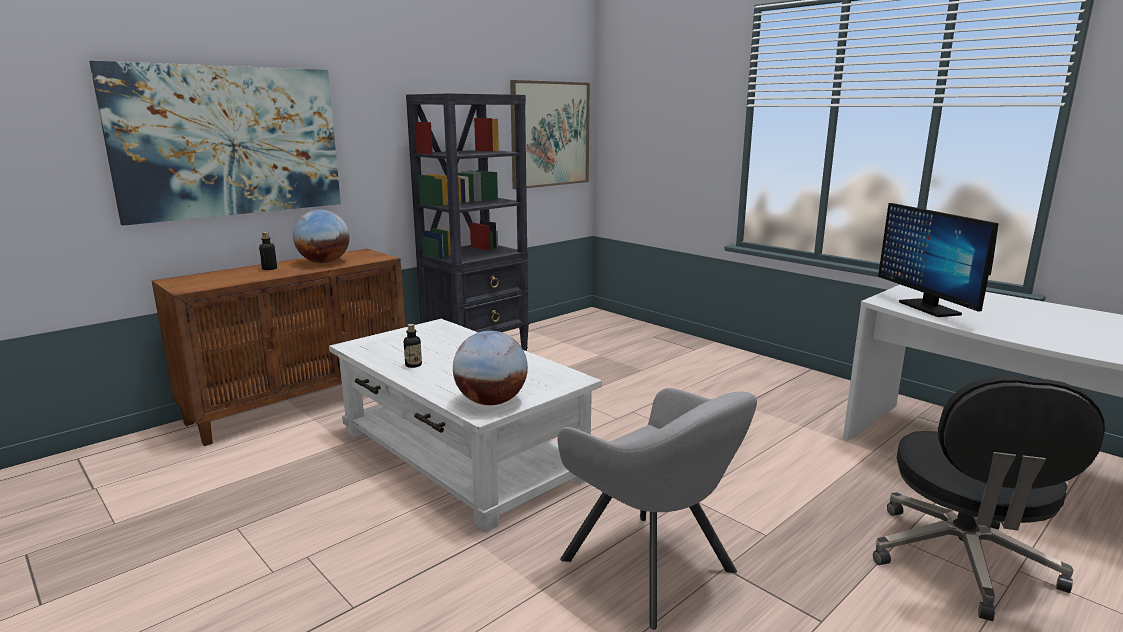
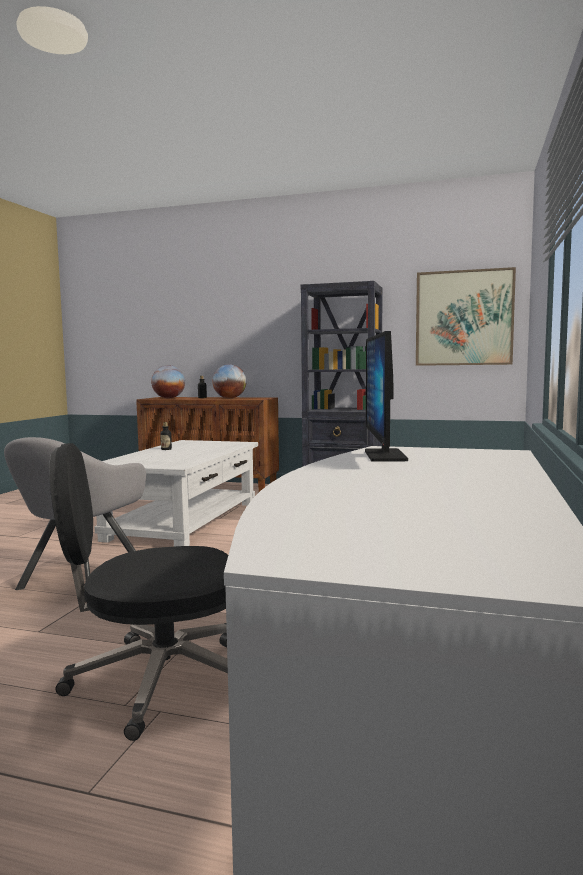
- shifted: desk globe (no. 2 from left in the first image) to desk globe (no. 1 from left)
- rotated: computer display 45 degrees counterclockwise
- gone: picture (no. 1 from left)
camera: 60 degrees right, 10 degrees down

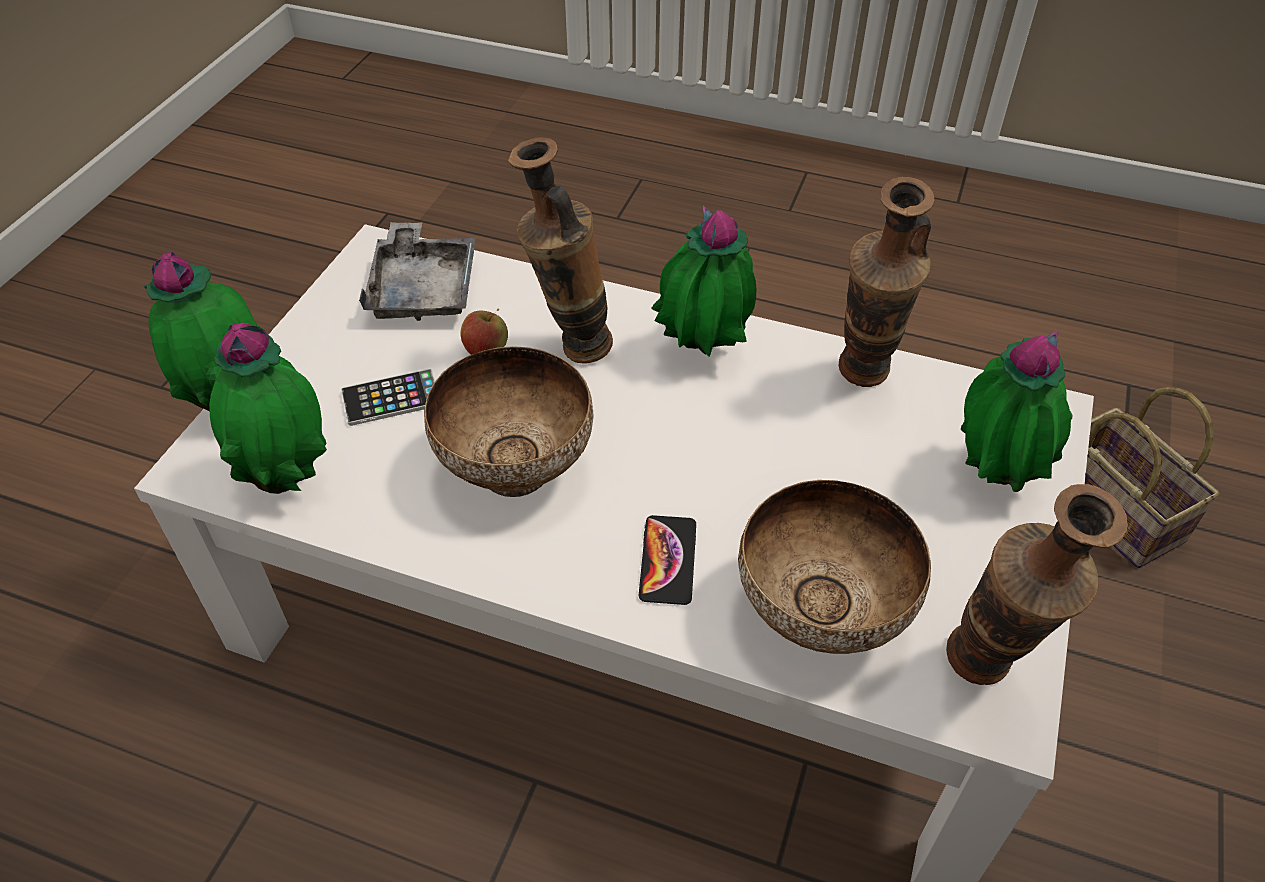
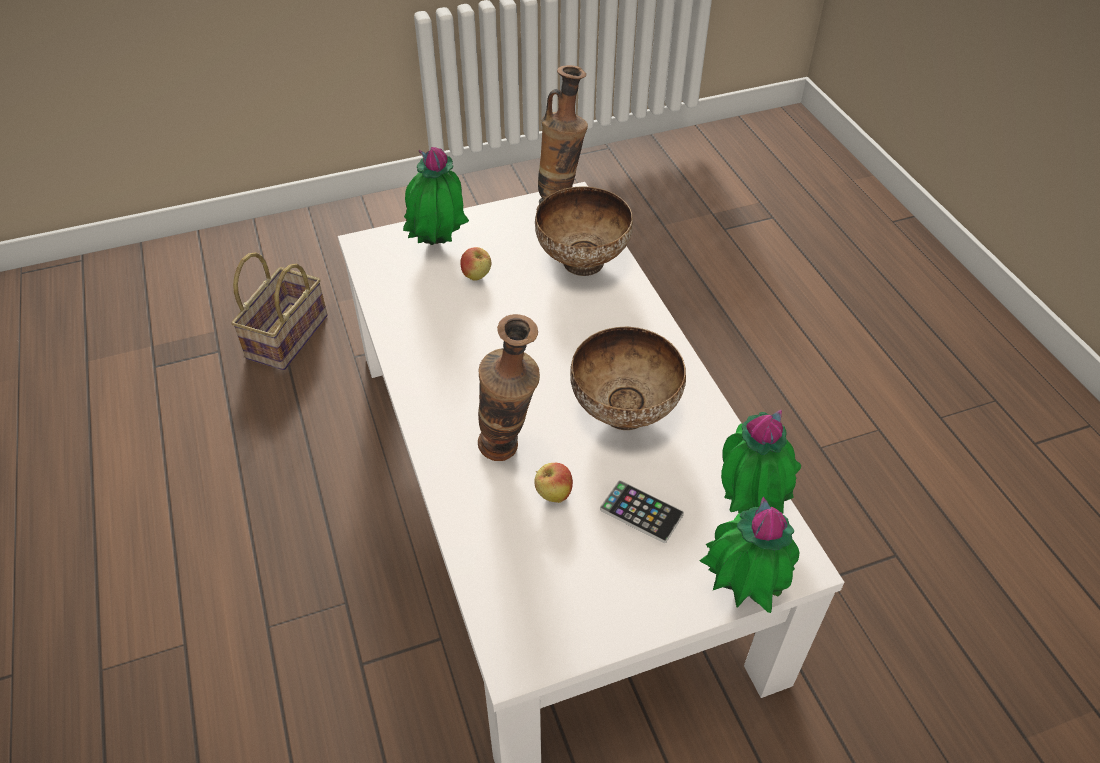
- new: whole apple (no. 1 from left)
- gone: tray (grey)
- gone: handset (no. 2 from left)
- gone: houseplant (no. 3 from left)
- gone: flower vase (no. 2 from left)
camera: 130 degrees left, 0 degrees up

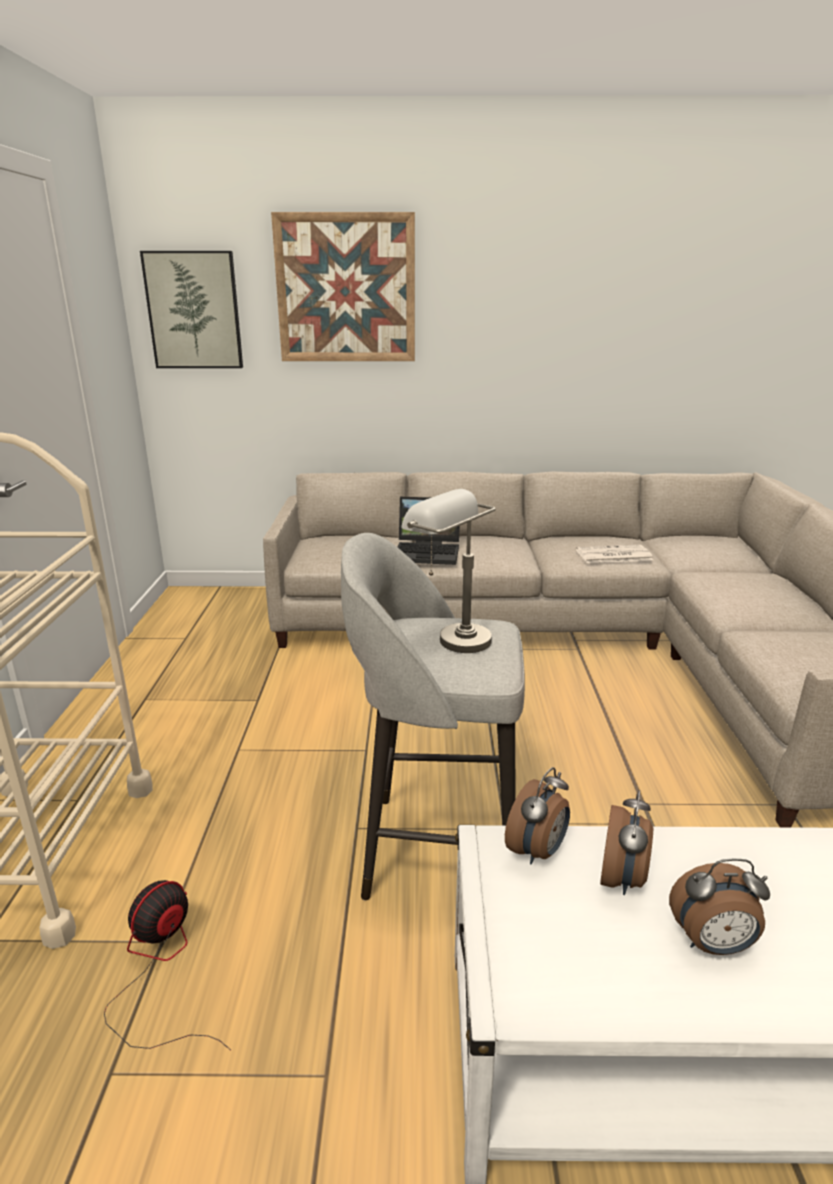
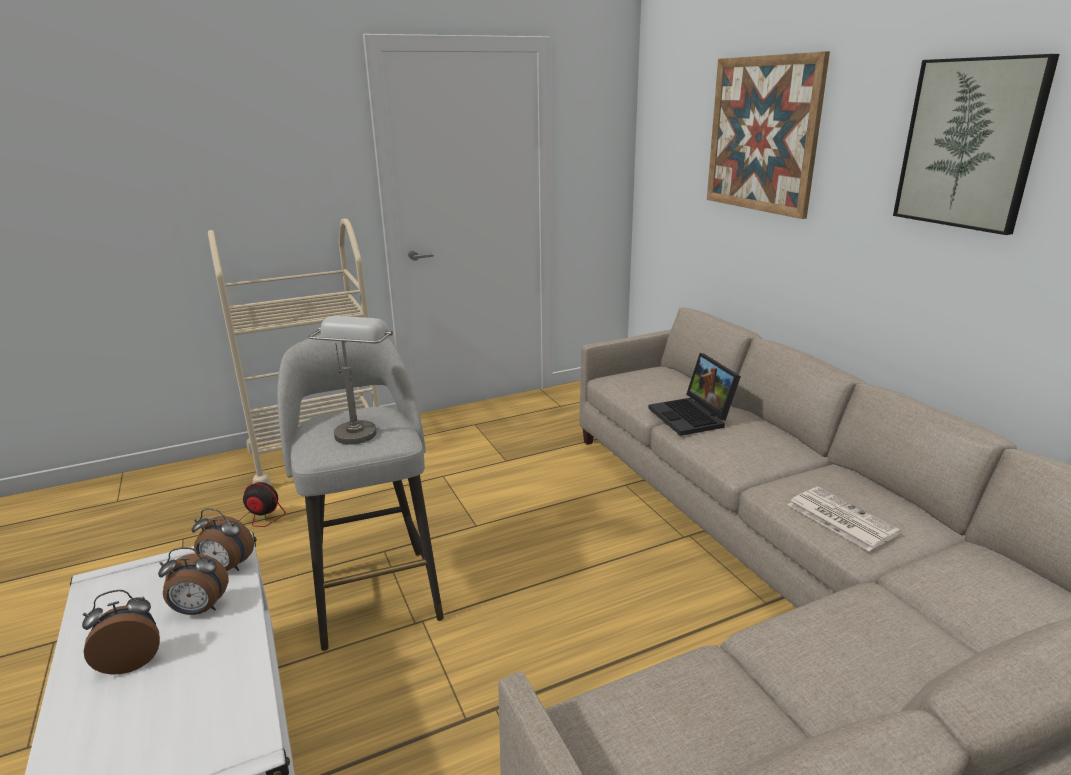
- rotated: bedside clock (no. 3 from left in the first image) 90 degrees clockwise
- shifted: picture (no. 1 from left in the first image) to picture (no. 2 from left)
camera: 65 degrees right, 0 degrees up

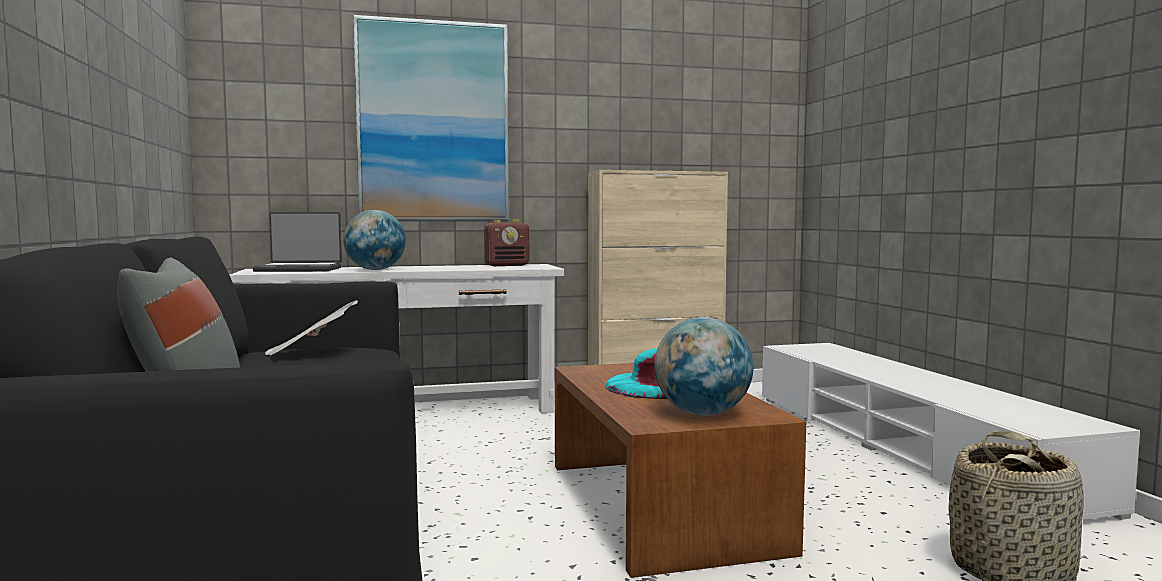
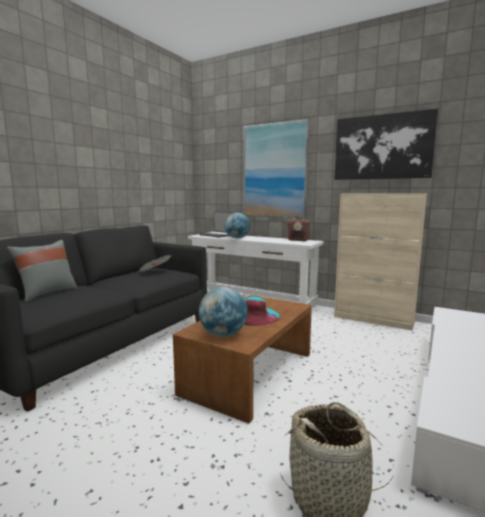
- new: picture (no. 2 from left)
camera: 45 degrees right, 5 degrees up

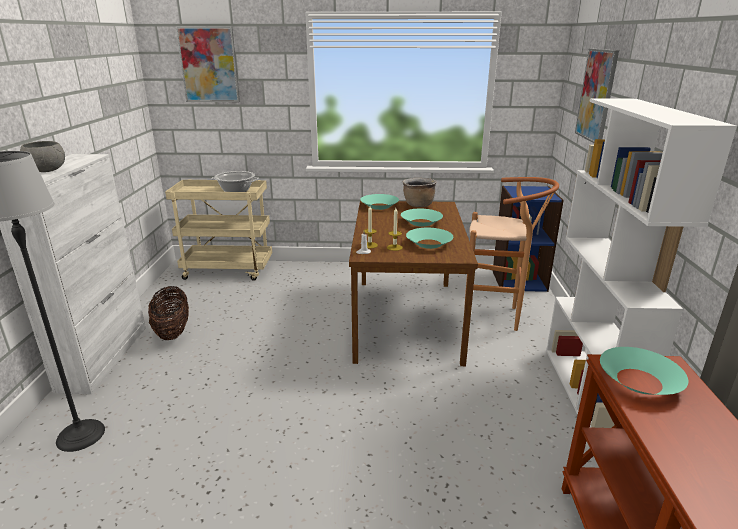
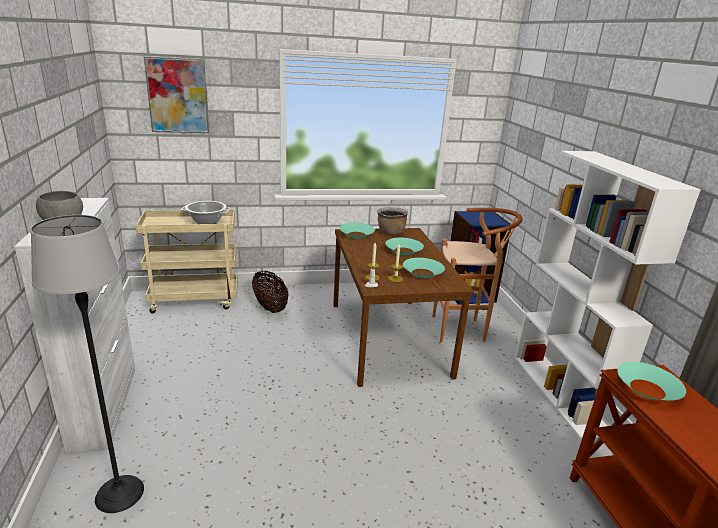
- shifted: basket
- gone: picture (no. 2 from left)
camera: 15 degrees left, 0 degrees up

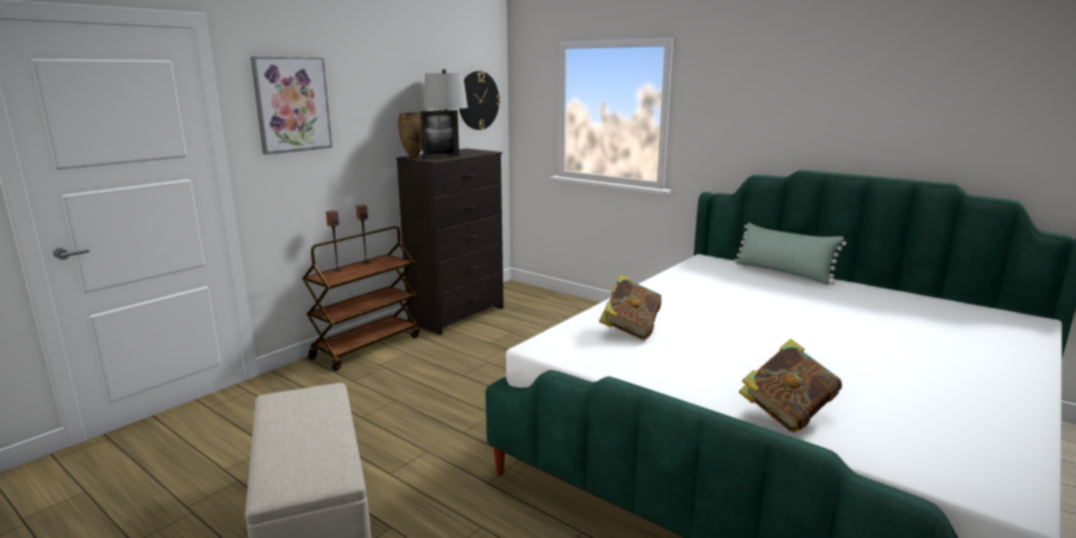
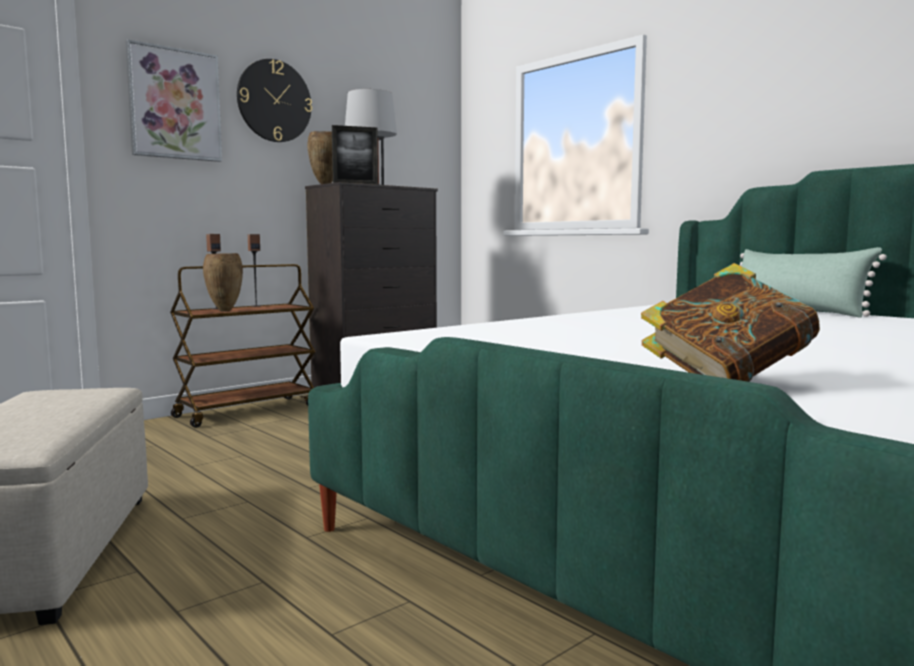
- new: flower vase (brownish) (no. 1 from left)
- shifted: clock on the wall
- gone: book (no. 1 from left)
camera: 10 degrees right, 10 degrees down

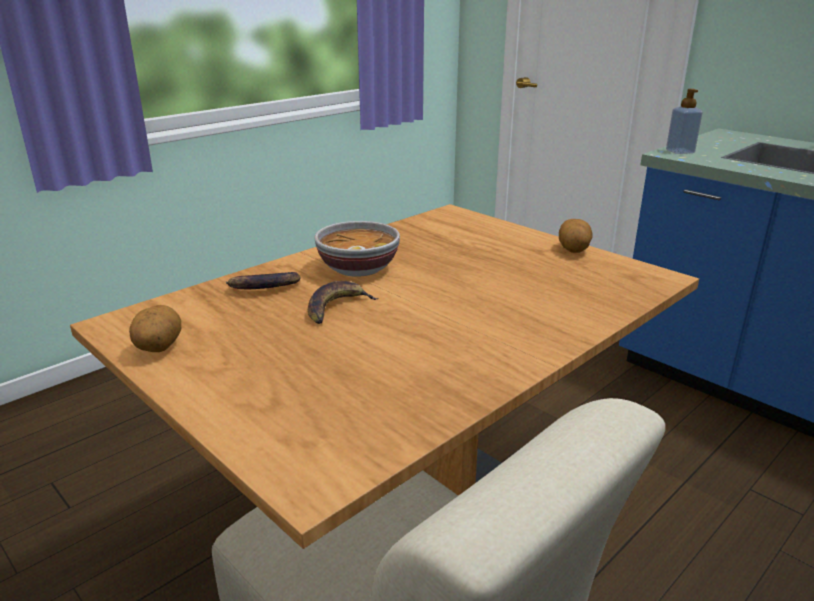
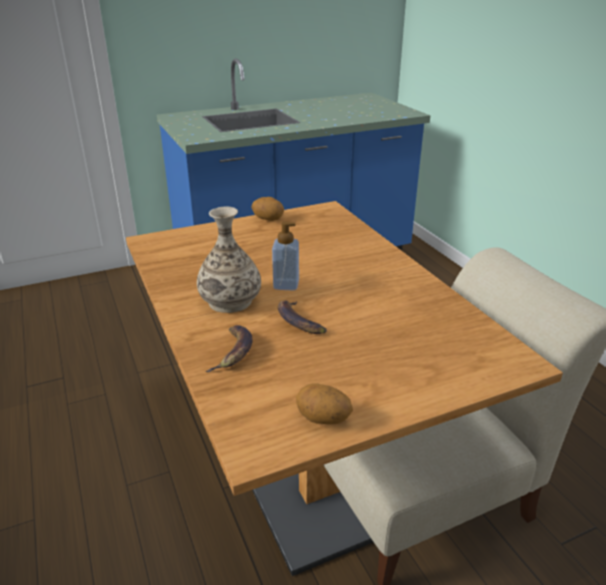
- swapped: bowl to flower vase
- shifted: soap bottle
camera: 70 degrees left, 5 degrees up

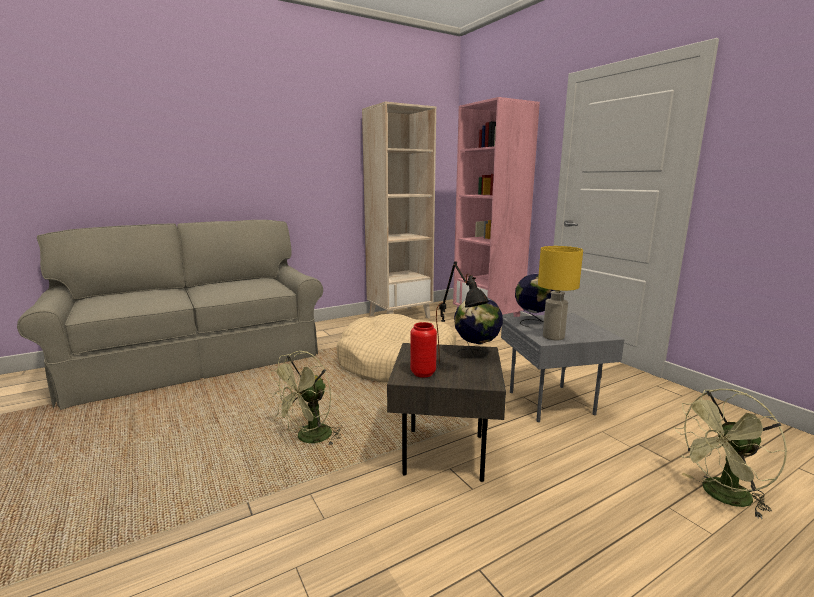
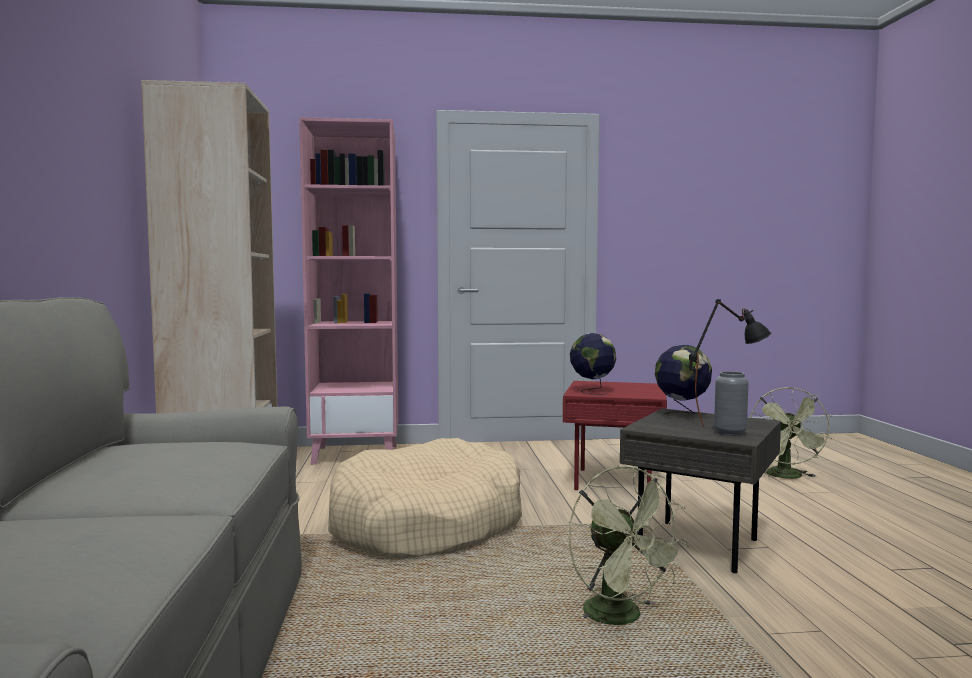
- repainted: end table (grey) (no. 2 from left) to end table (reddish)
- repainted: flower vase (reddish) to flower vase (grey)
- gone: tabletop lamp (yellowish)
camera: 65 degrees left, 10 degrees down

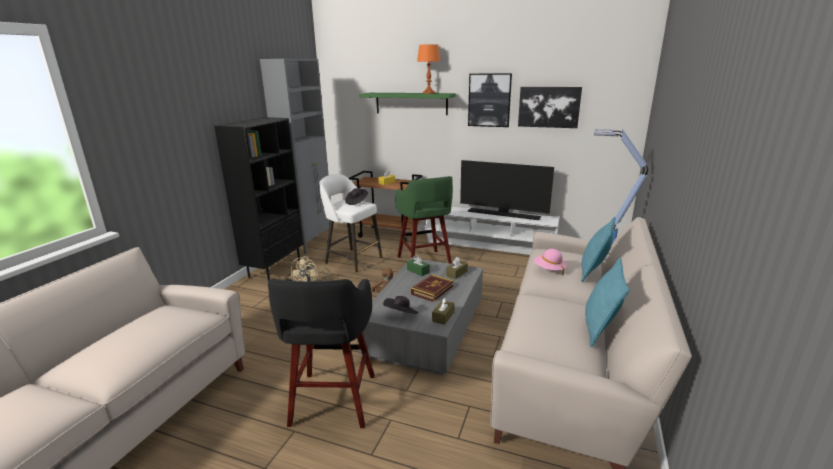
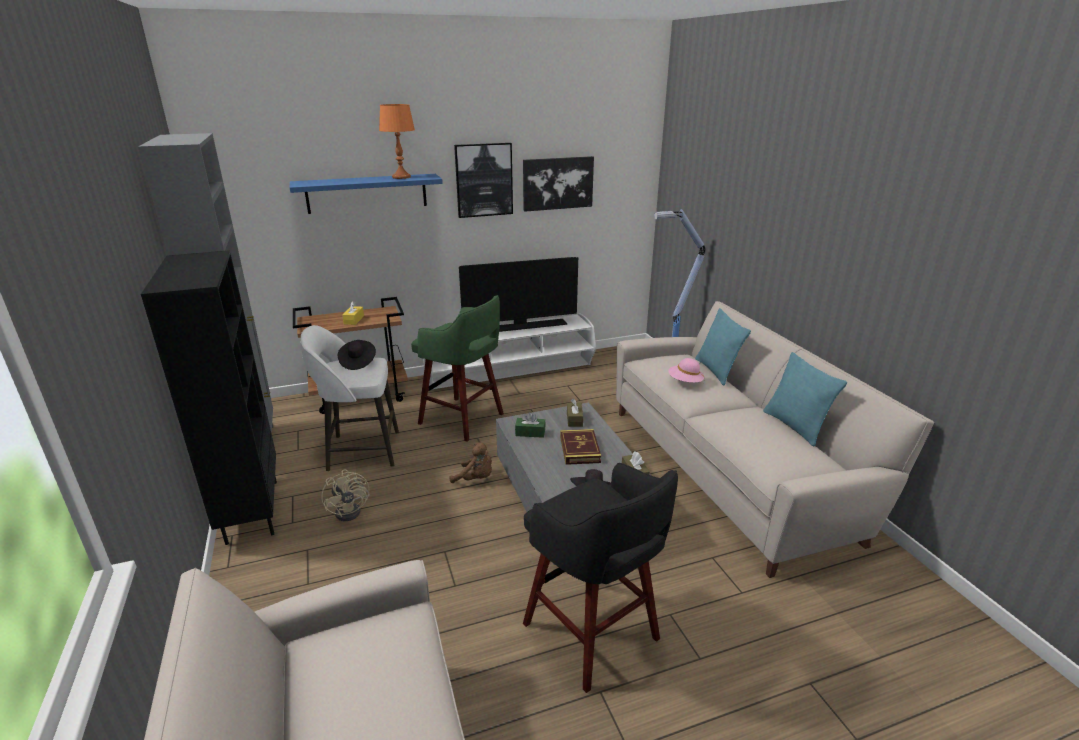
- repainted: bracket shelf (green) to bracket shelf (blue)
camera: 40 degrees left, 5 degrees up

